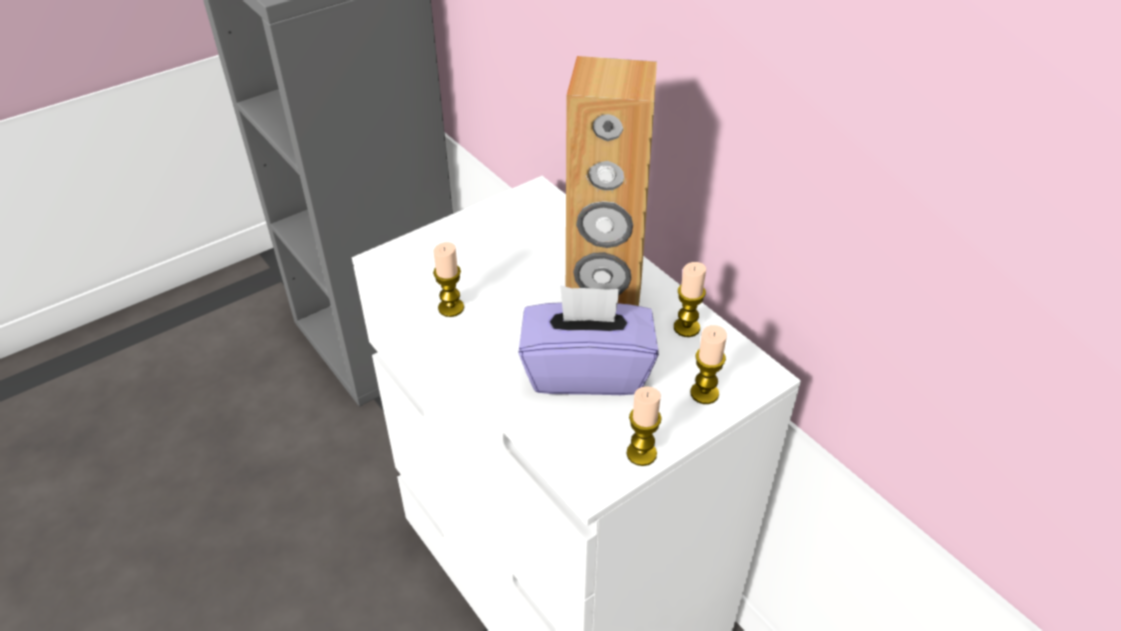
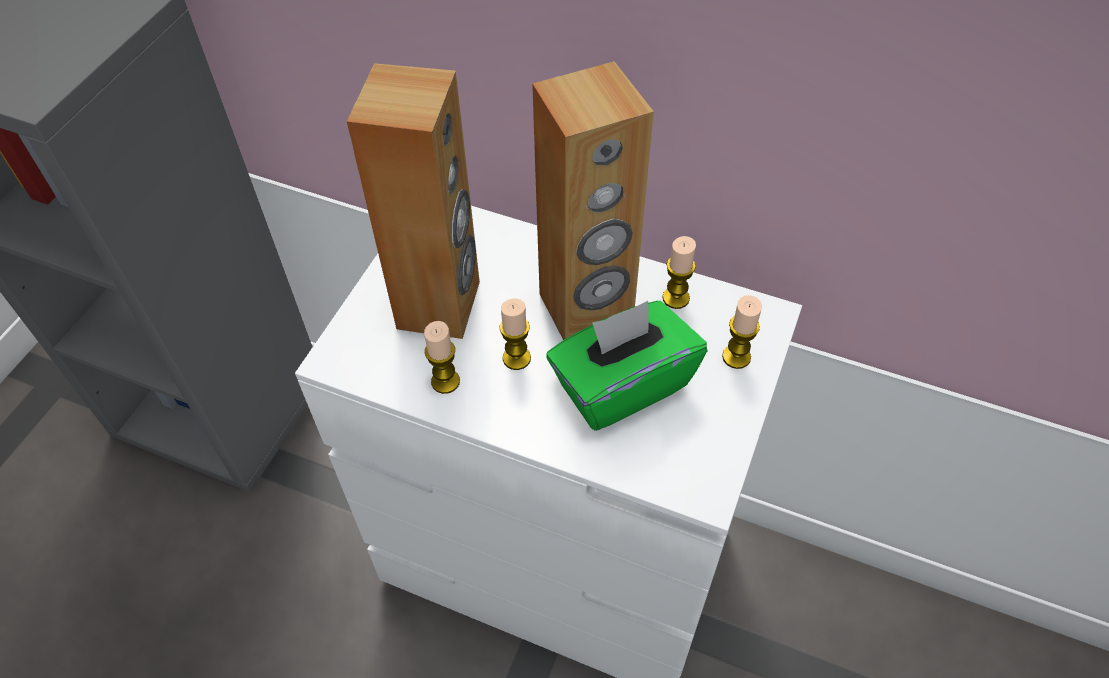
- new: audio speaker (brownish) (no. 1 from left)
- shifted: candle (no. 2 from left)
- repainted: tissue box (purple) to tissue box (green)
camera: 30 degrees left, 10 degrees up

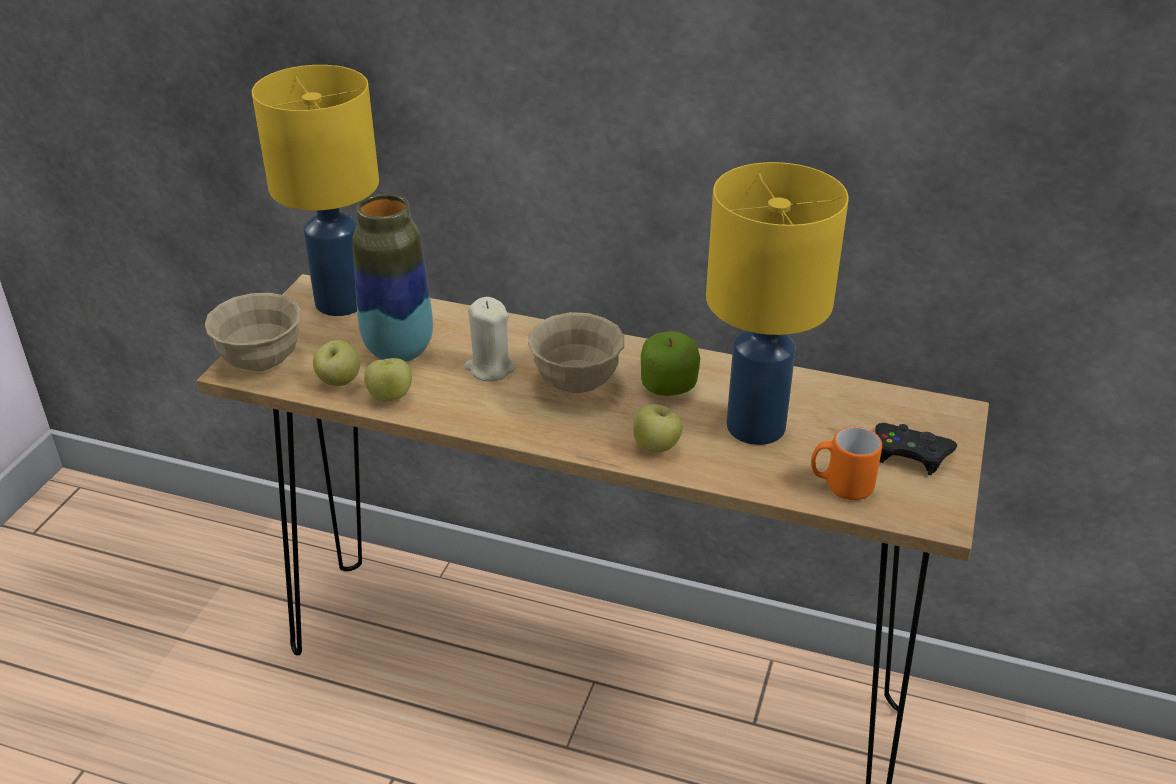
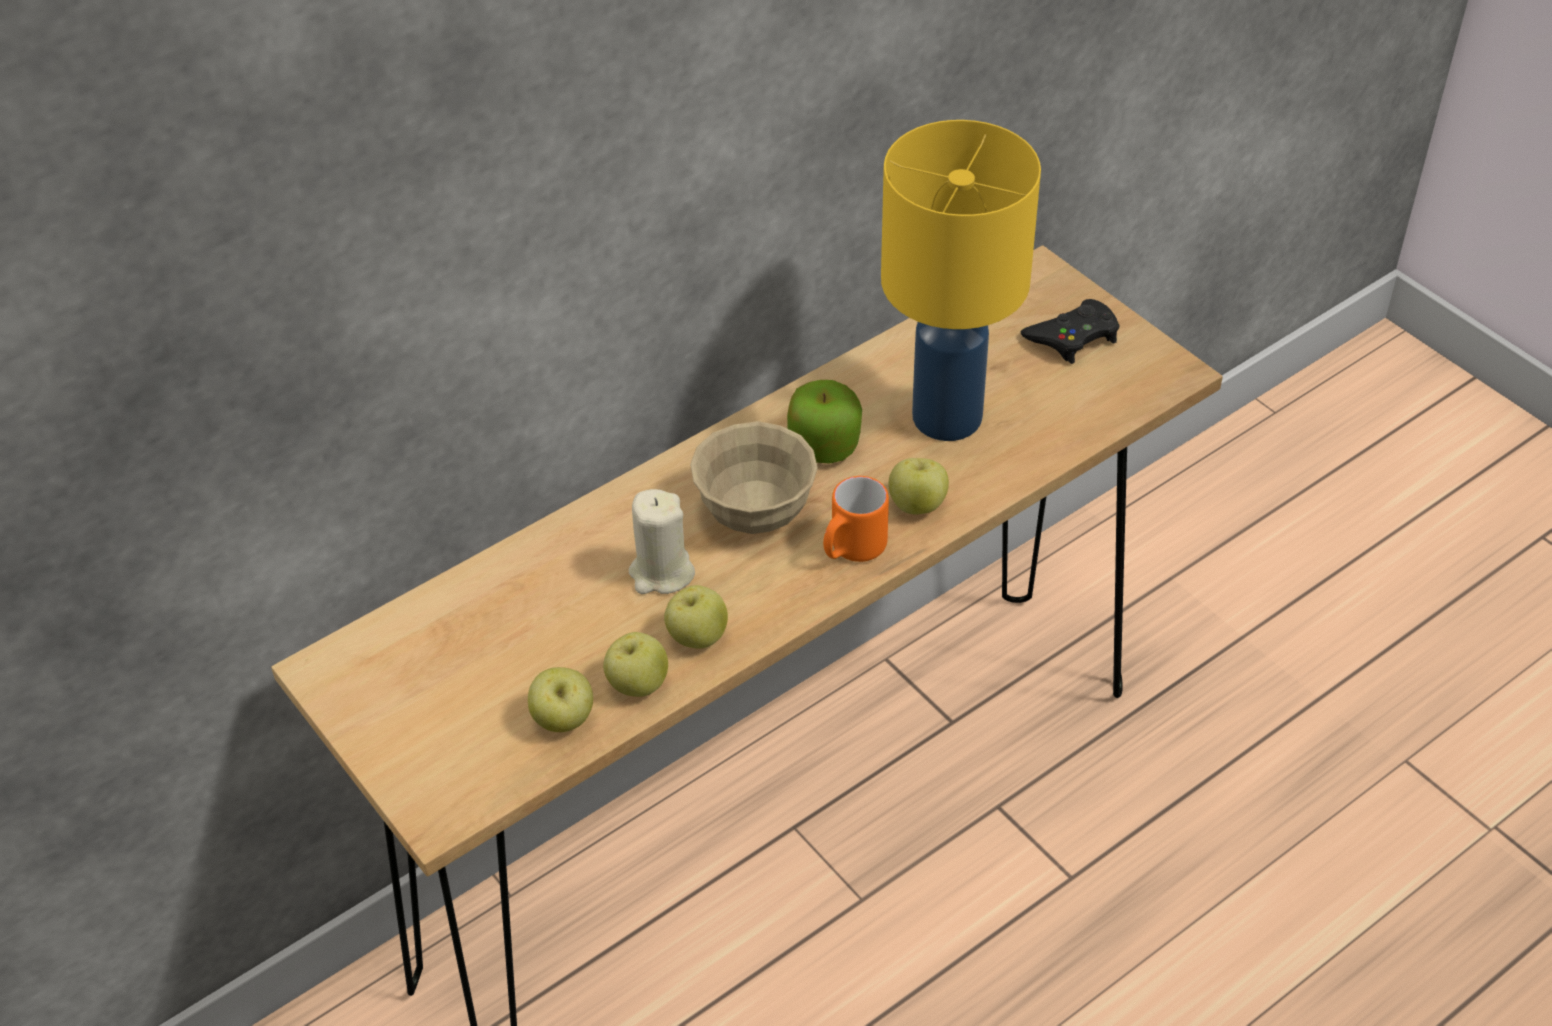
- new: whole apple (no. 3 from left)
- shifted: mug (orangey)
- gone: bowl (beige-coloured) (no. 1 from left)
- gone: tabletop lamp (yellowish) (no. 1 from left)
- gone: flower vase
camera: 55 degrees left, 10 degrees up

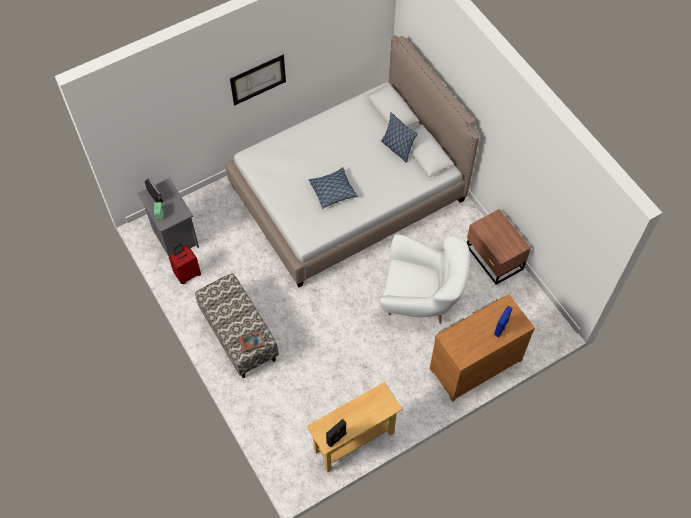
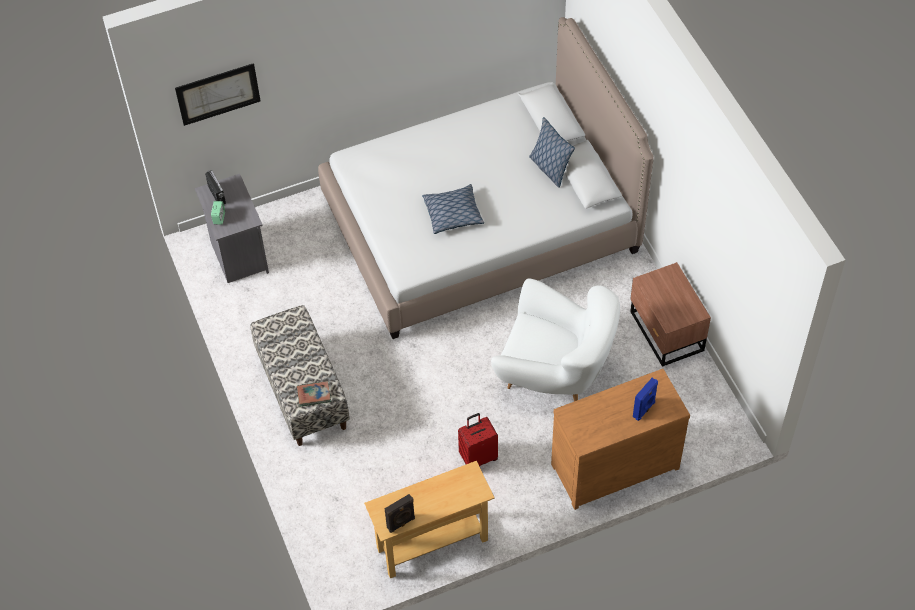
- shifted: picture
- shifted: piece of luggage (reddish)
camera: 10 degrees right, 5 degrees down

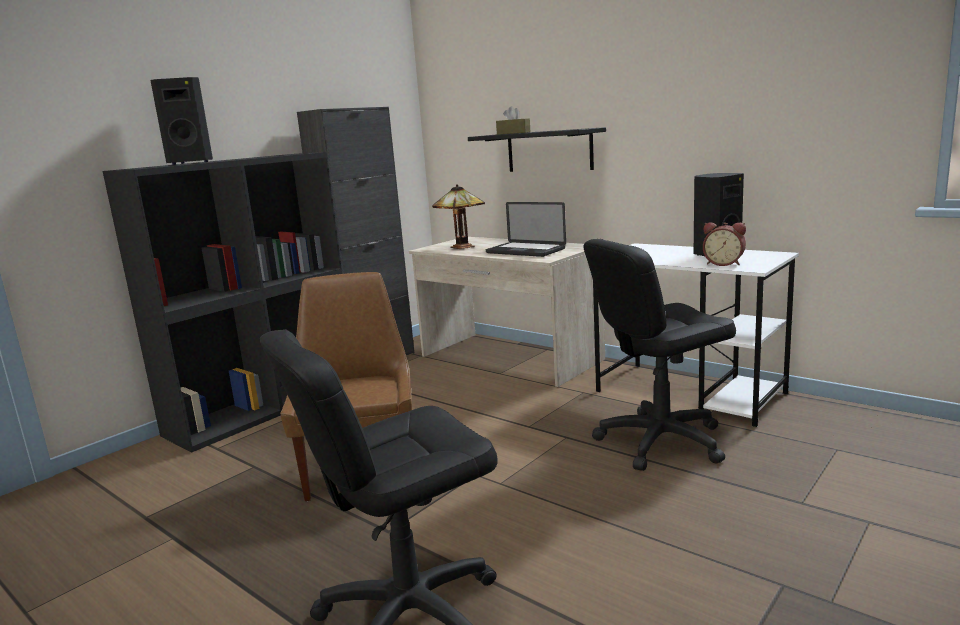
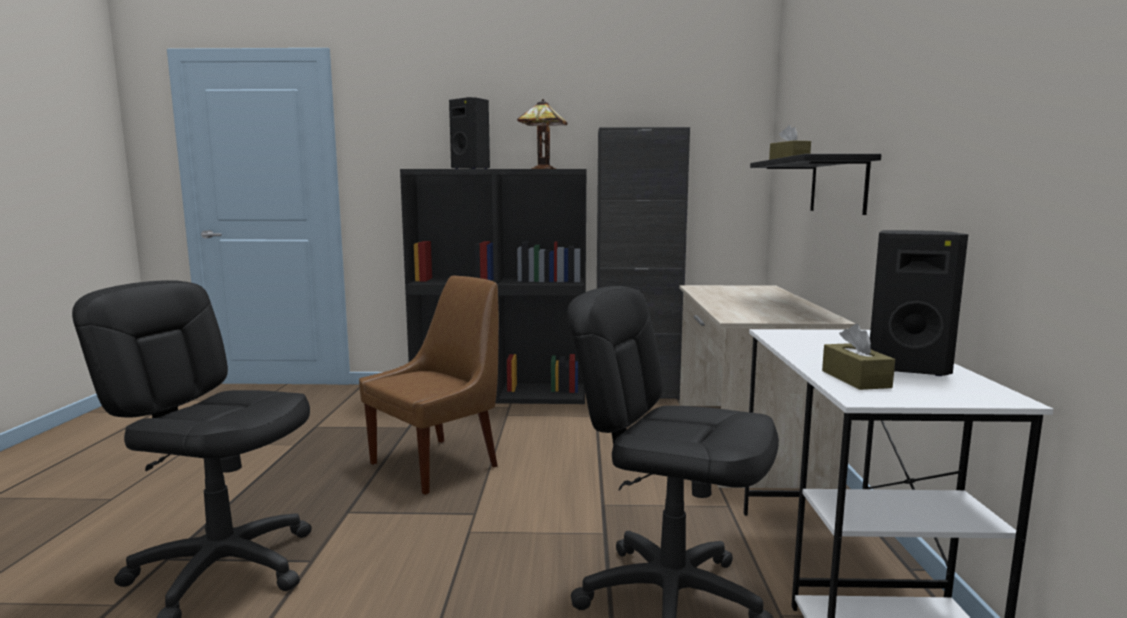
- shifted: tabletop lamp
- swapped: bedside clock to tissue box (brownish) (no. 2 from left)
- gone: portable computer
camera: 50 degrees right, 5 degrees down

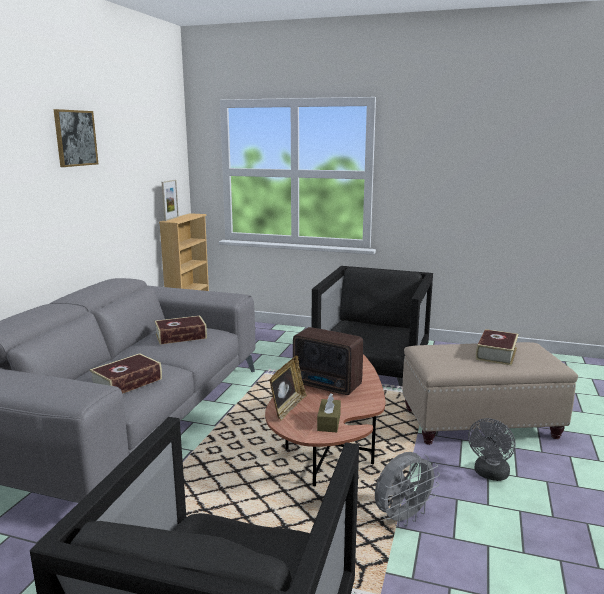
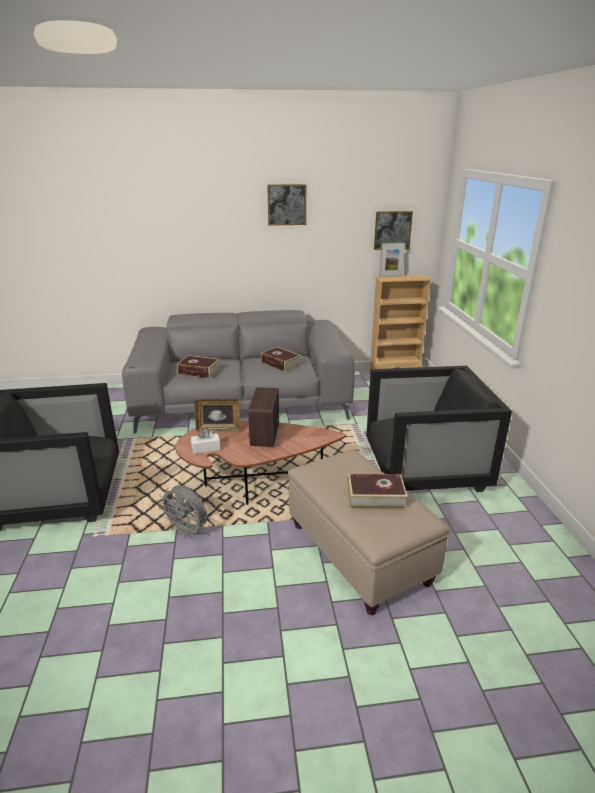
- repainted: tissue box (brownish) to tissue box (white)
- new: picture (no. 2 from left)
- gone: fan (grey) (no. 2 from left)
camera: 65 degrees right, 10 degrees up

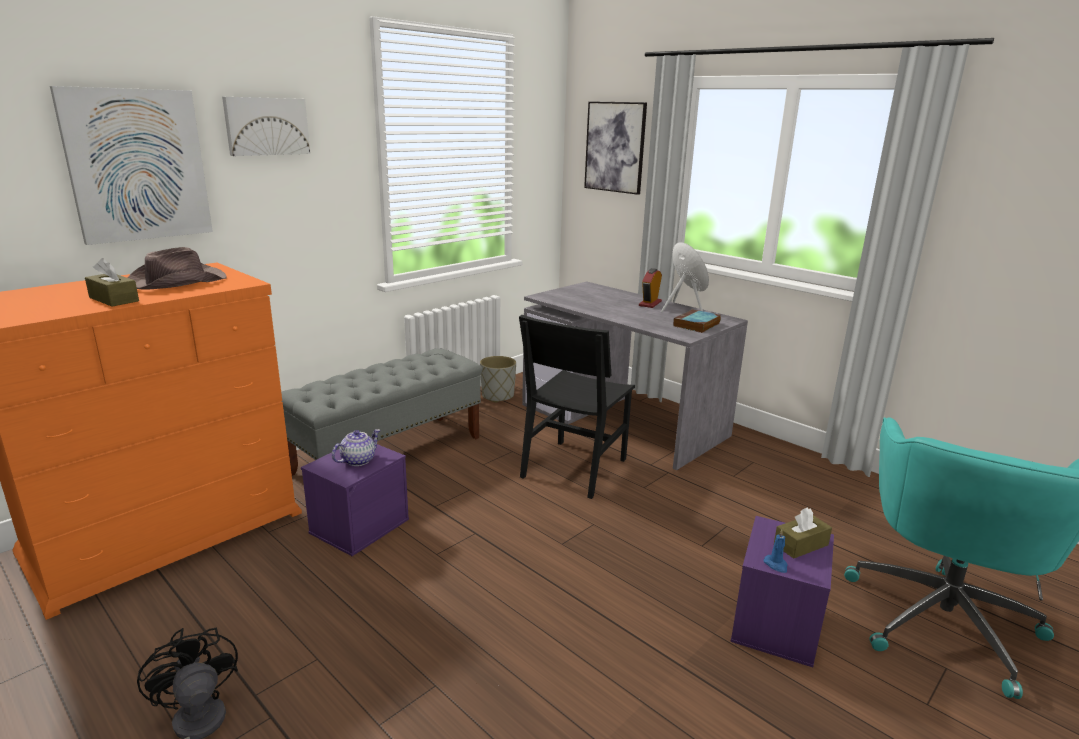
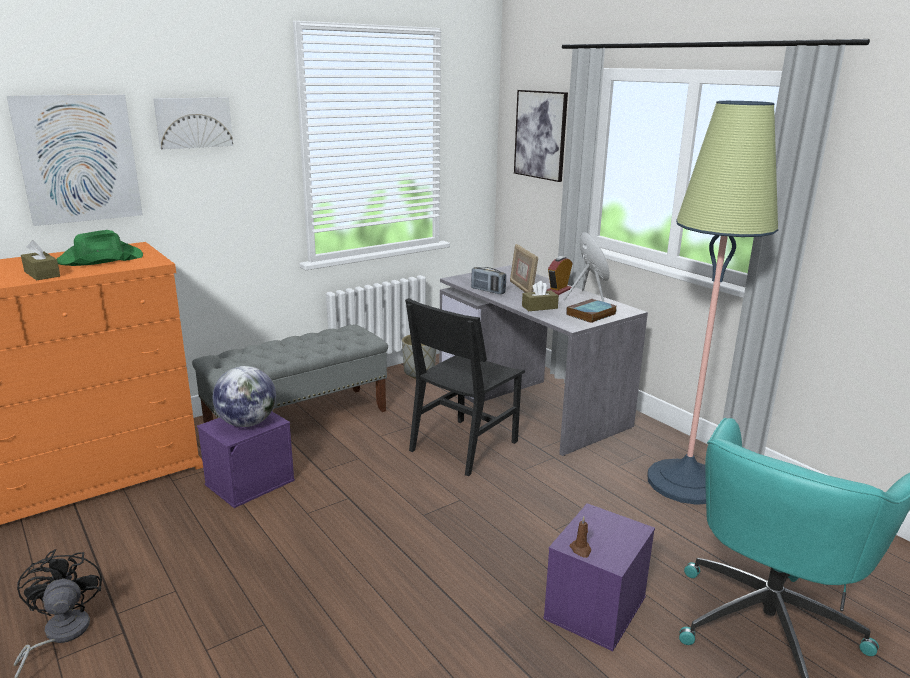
- repainted: hat (brownish) to hat (green)
- swapped: teapot to desk globe
- new: radio
- new: standing frame
- shifted: tissue box (brownish) (no. 2 from left)
- repainted: candle (blue) to candle (brownish)
- new: standing lamp
camera: 10 degrees right, 0 degrees up

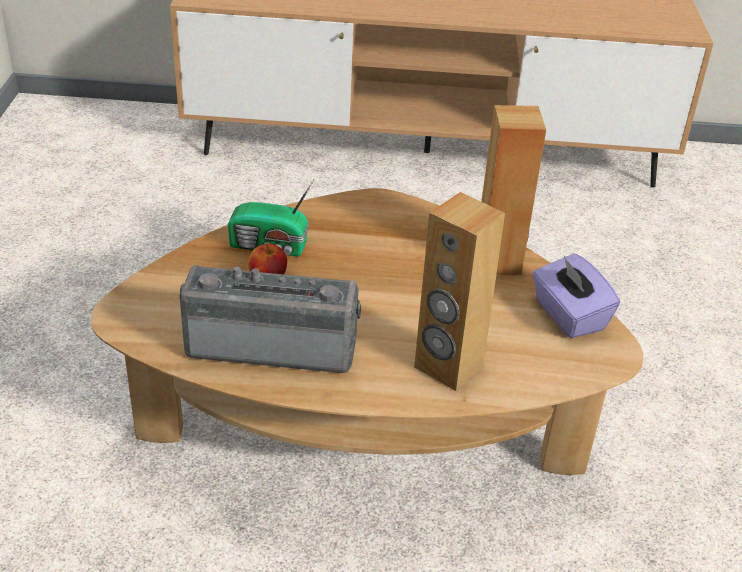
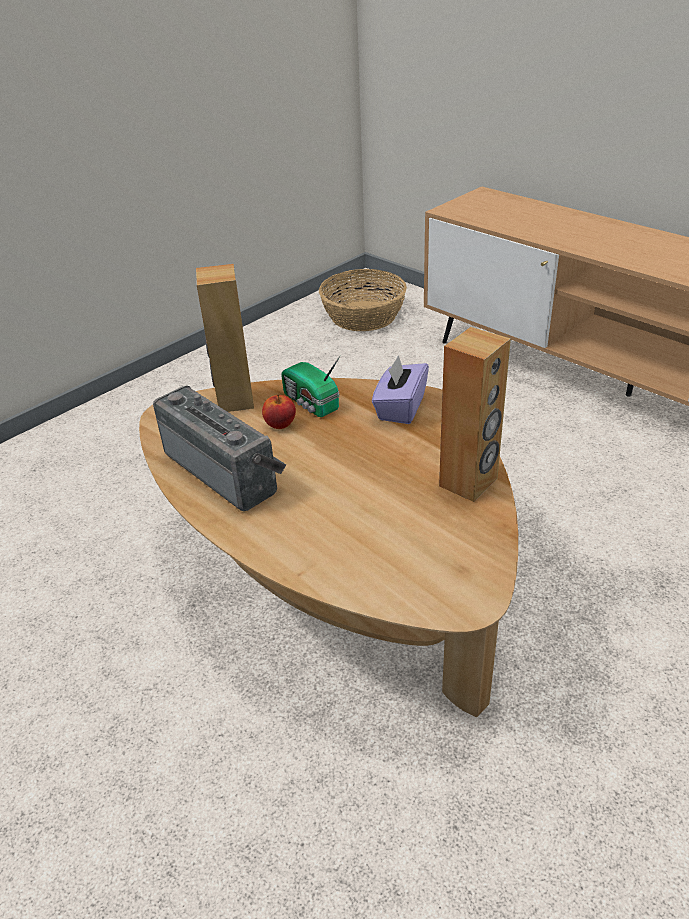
- shifted: audio speaker (brownish) (no. 1 from left)
- new: basket
- shifted: tissue box (purple)
camera: 45 degrees right, 0 degrees up

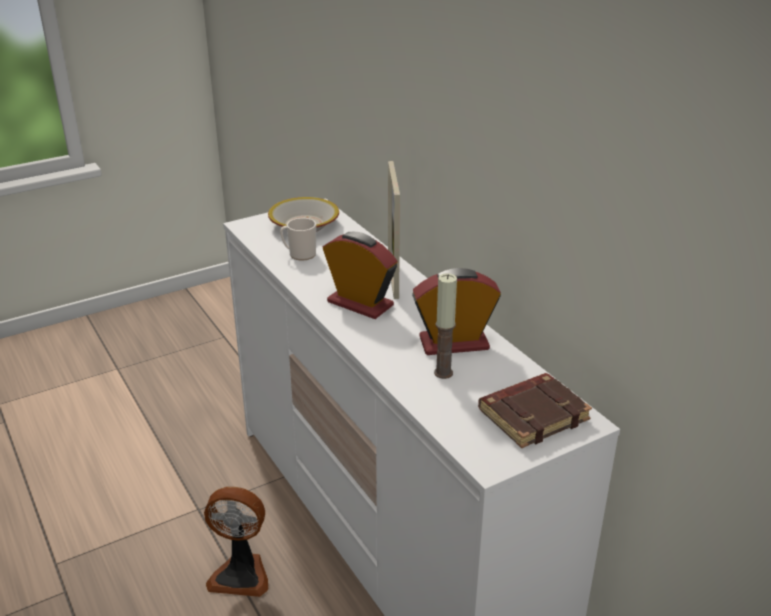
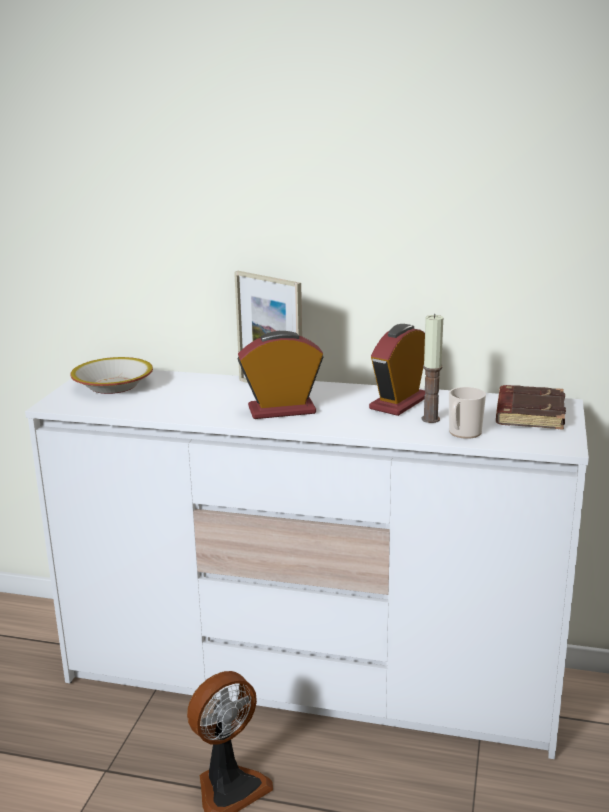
- shifted: mug
camera: 45 degrees left, 10 degrees down

